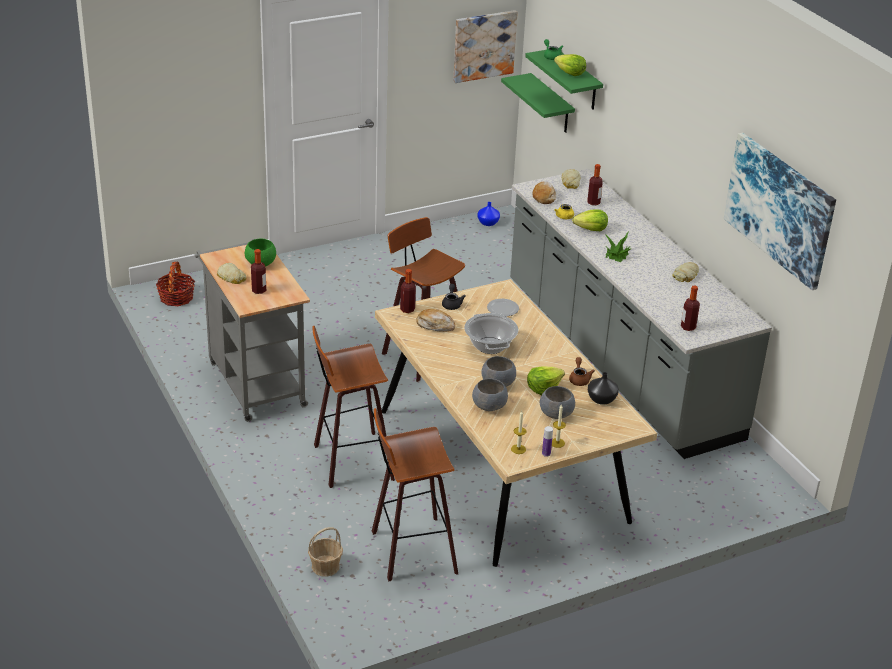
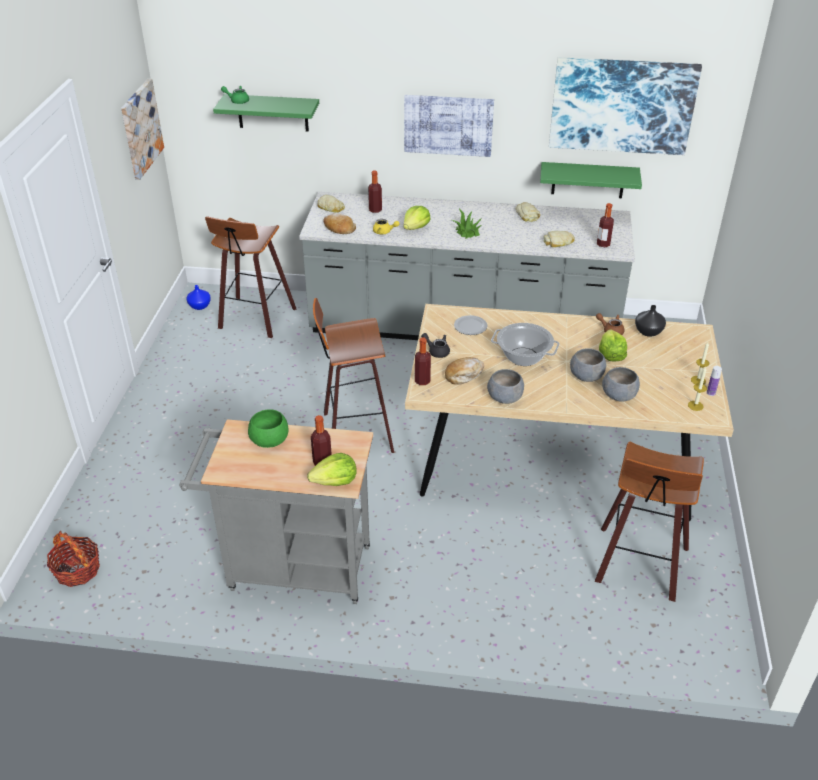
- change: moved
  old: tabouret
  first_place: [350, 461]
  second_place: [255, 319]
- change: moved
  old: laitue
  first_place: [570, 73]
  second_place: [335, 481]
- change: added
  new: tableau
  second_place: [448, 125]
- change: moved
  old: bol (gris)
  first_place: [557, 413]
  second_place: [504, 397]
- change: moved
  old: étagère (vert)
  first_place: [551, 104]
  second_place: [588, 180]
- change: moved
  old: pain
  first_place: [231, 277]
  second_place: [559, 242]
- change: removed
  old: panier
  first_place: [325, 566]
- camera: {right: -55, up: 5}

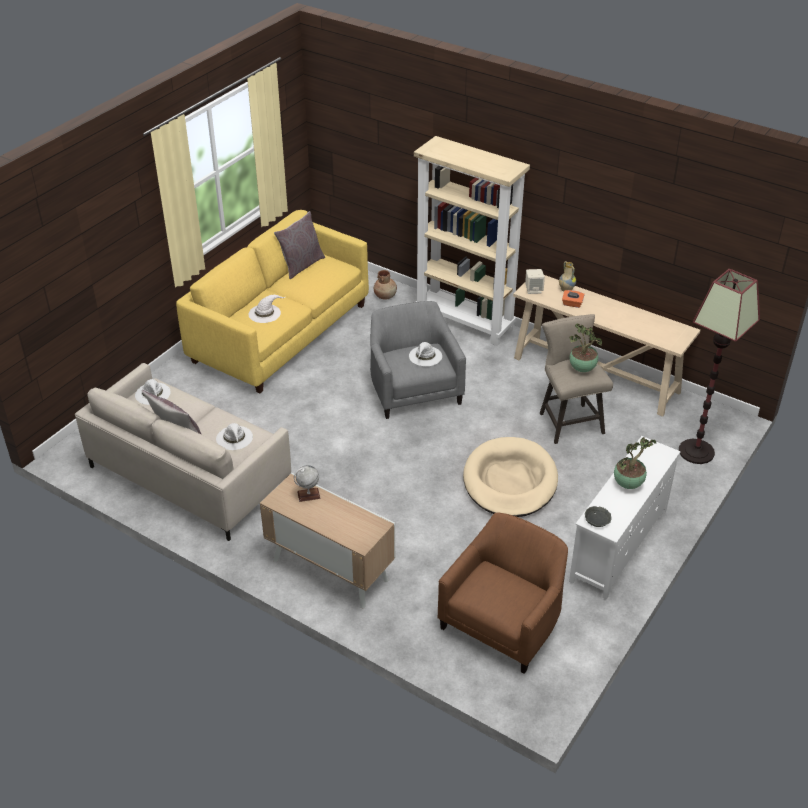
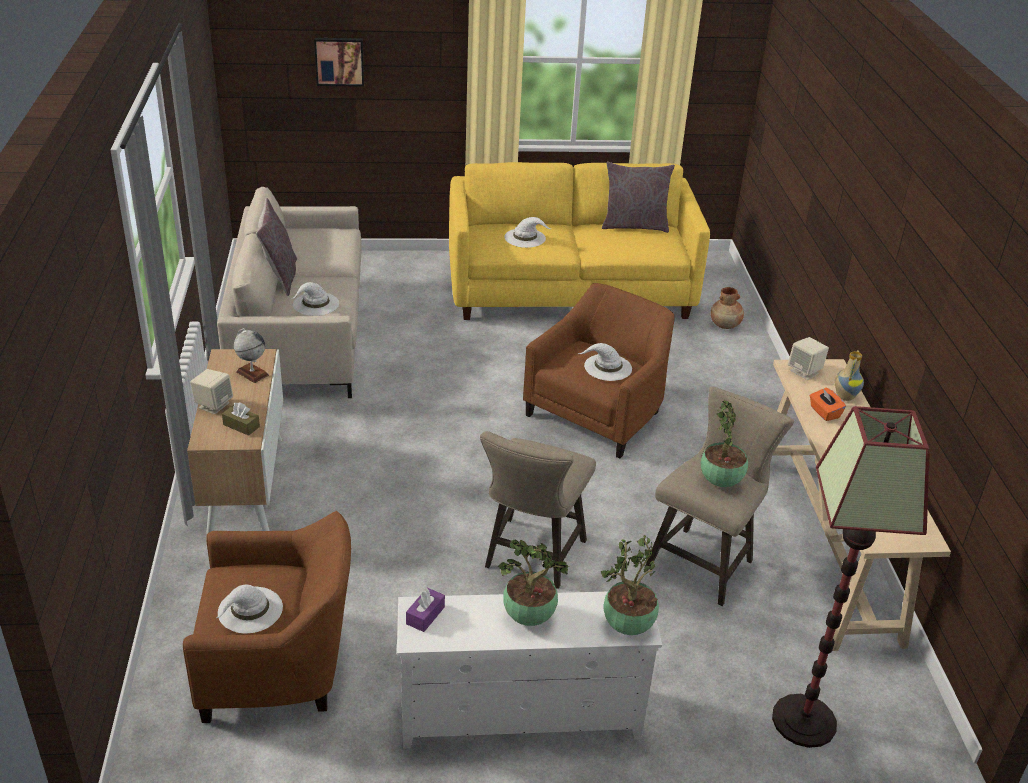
- change: added
  new: enceinte (beige)
  second_place: [213, 405]
- change: moved
  old: chapeau (blanc)
  first_place: [153, 394]
  second_place: [249, 610]
- change: added
  new: boîte à mouchoirs (marron)
  second_place: [241, 426]
- change: added
  new: tableau
  second_place: [339, 61]
- change: replaced
  old: bol (gris)
  new: boîte à mouchoirs (violet)
  first_place: [598, 519]
  second_place: [425, 615]
- change: replaced
  old: panier pour chien (beige)
  new: tabouret (beige)
  first_place: [510, 481]
  second_place: [531, 558]
- change: recoloured
  old: fauteuil (gris)
  new: fauteuil (marron)
  first_place: [413, 390]
  second_place: [598, 413]
- change: added
  new: plante en pot
  second_place: [627, 627]
- change: removed
  old: bibliothèque (beige)
  first_place: [465, 322]
- camera: {right: 50, up: -5}

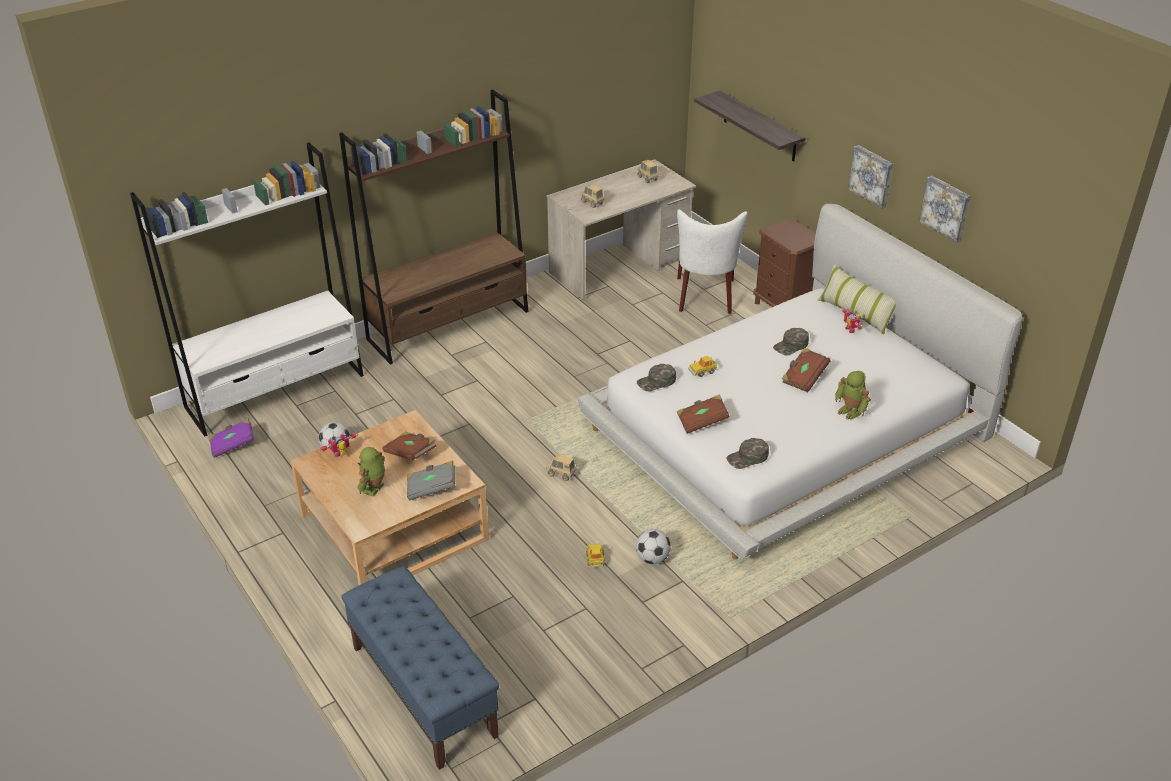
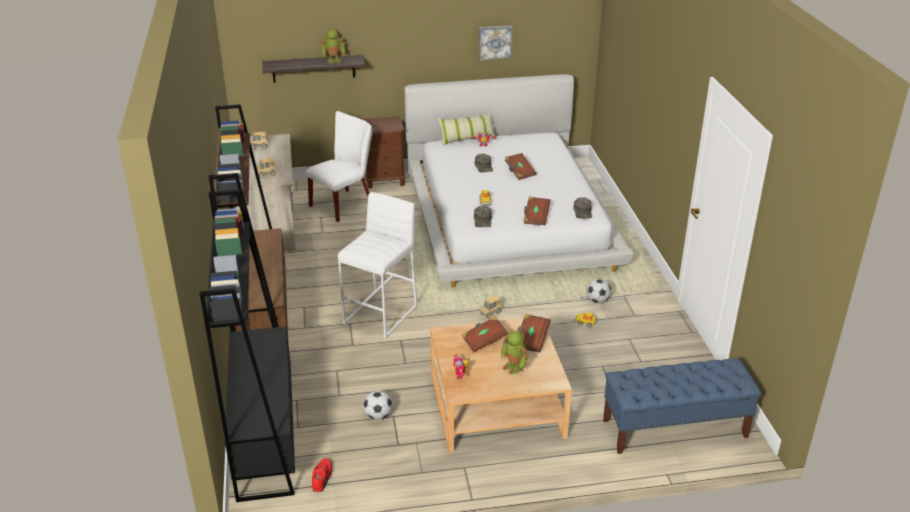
- change: recoloured
  old: bibliothèque (blanc)
  new: bibliothèque (noir)
  first_place: [276, 391]
  second_place: [265, 436]
- change: turned
  old: chaise (blanc)
  first_place: [705, 298]
  second_place: [345, 203]
  degrees: -75
- change: replaced
  old: livre (violet)
  new: chaussure (rouge)
  first_place: [233, 445]
  second_place: [322, 478]
- change: moved
  old: robot jouet
  first_place: [850, 411]
  second_place: [334, 60]
- change: added
  new: tabouret (blanc)
  second_place: [381, 314]
- change: recoloured
  old: livre (gris)
  new: livre (marron)
  first_place: [431, 488]
  second_place: [531, 340]
- change: removed
  old: tableau
  first_place: [872, 176]
- camera: {right: -65, up: -5}

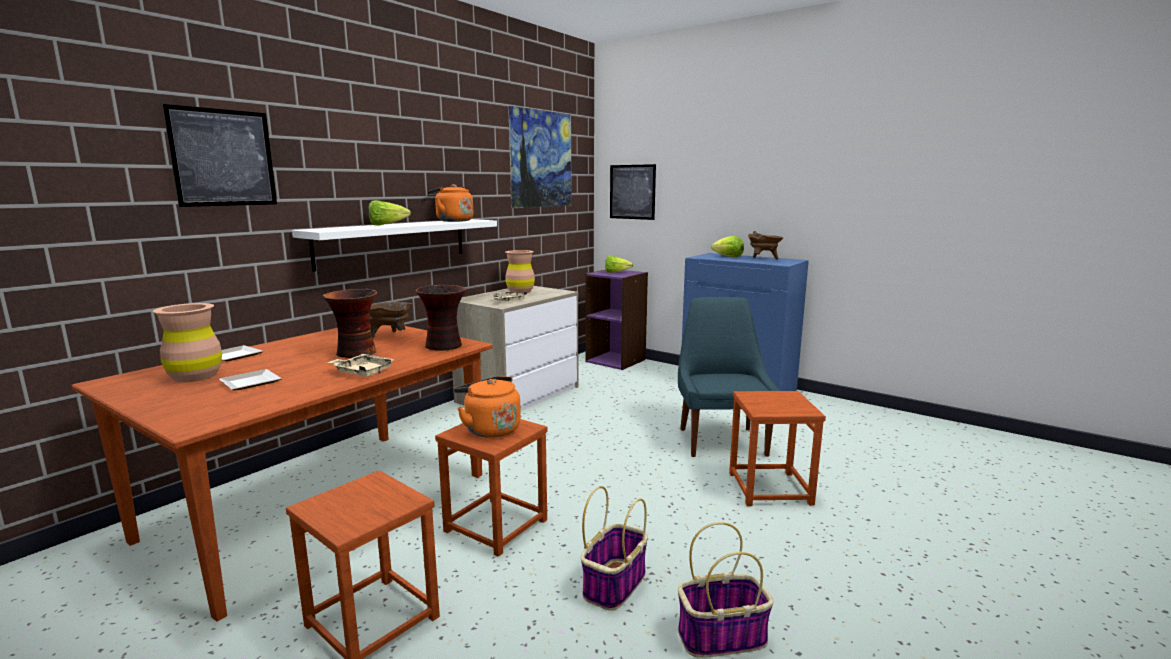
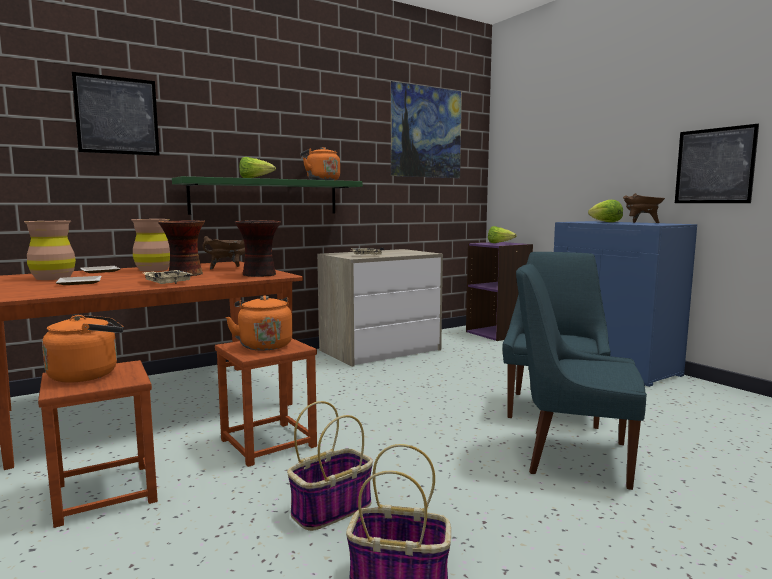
- change: added
  new: bouilloire (orange)
  second_place: [88, 375]
- change: moved
  old: vase (marron)
  first_place: [520, 291]
  second_place: [153, 269]
- change: recoloured
  old: étagère (blanc)
  new: étagère (vert)
  first_place: [393, 242]
  second_place: [266, 197]
- change: replaced
  old: tabouret (marron)
  new: chaise (bleu)
  first_place: [768, 488]
  second_place: [573, 457]
- change: moved
  old: tableau
  first_place: [632, 192]
  second_place: [714, 166]
- camera: {right: 20, up: -5}

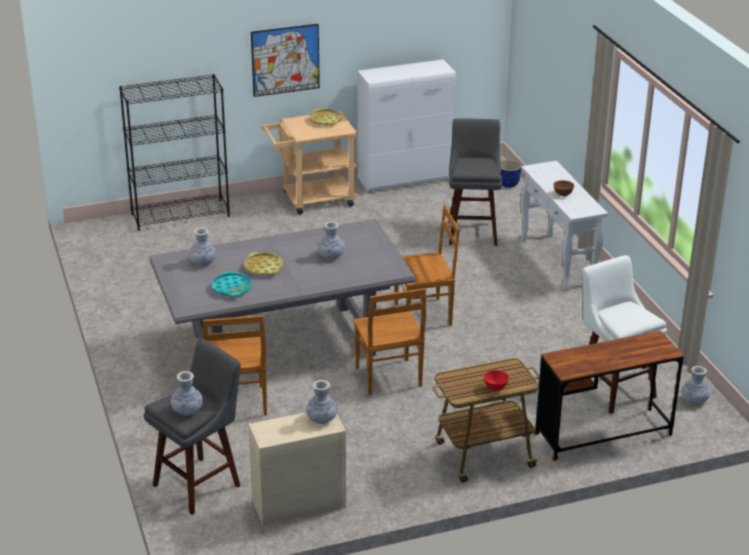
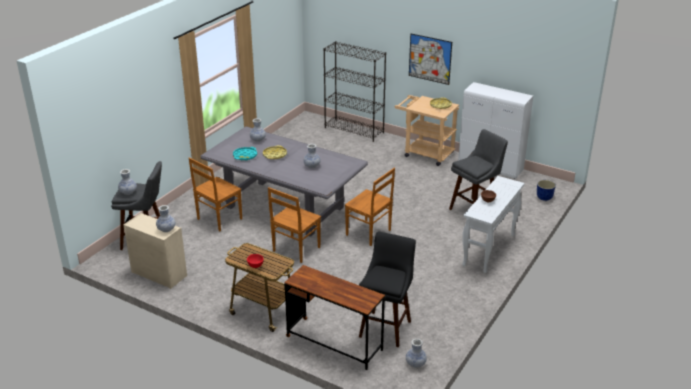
- change: recoloured
  old: tabouret (blanc)
  new: tabouret (noir)
  first_place: [613, 388]
  second_place: [386, 327]
- camera: {right: 50, up: 0}

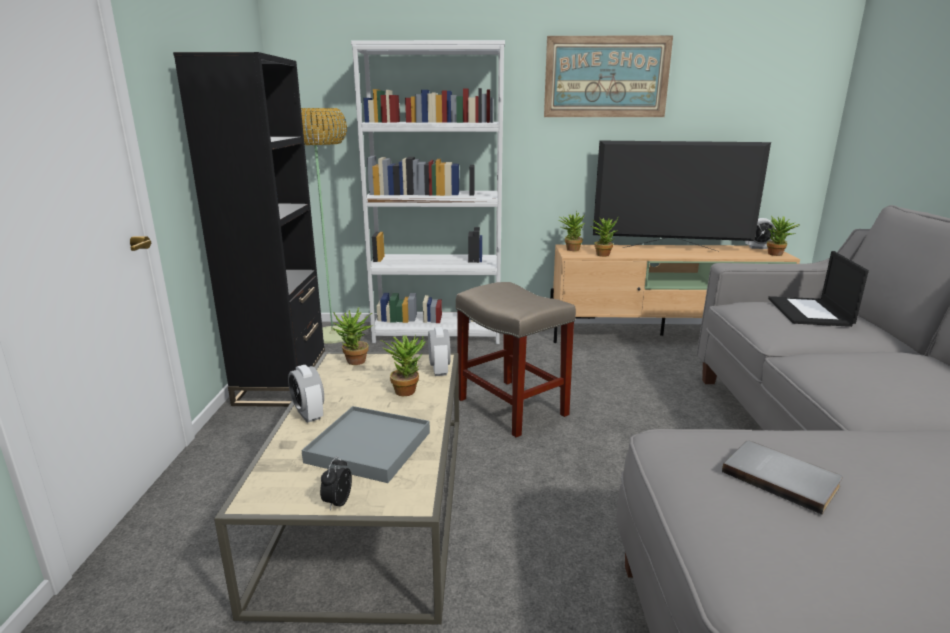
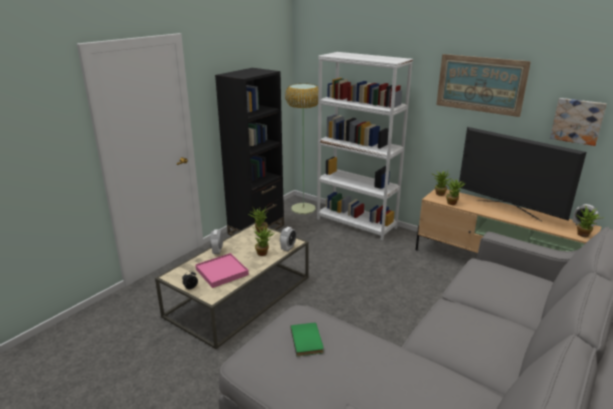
- change: recoloured
  old: plateau (gris)
  new: plateau (rose)
  first_place: [369, 447]
  second_place: [222, 272]
- change: recoloured
  old: livre (gris)
  new: livre (vert)
  first_place: [781, 477]
  second_place: [308, 340]
- change: added
  new: tableau
  second_place: [577, 121]
- change: removed
  old: tabouret (beige)
  first_place: [510, 406]
- change: removed
  old: ordinateur portable
  first_place: [810, 312]
- camera: {right: 35, up: 5}

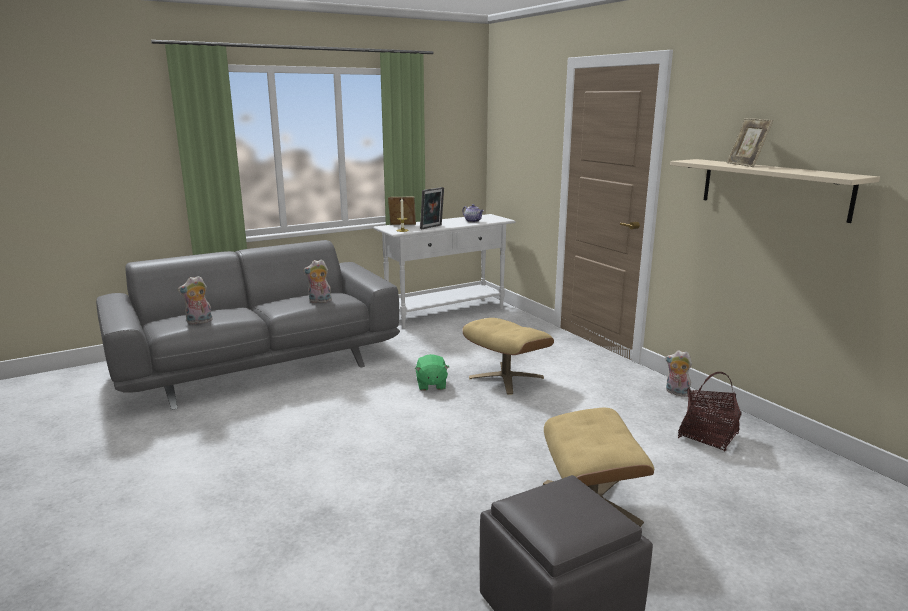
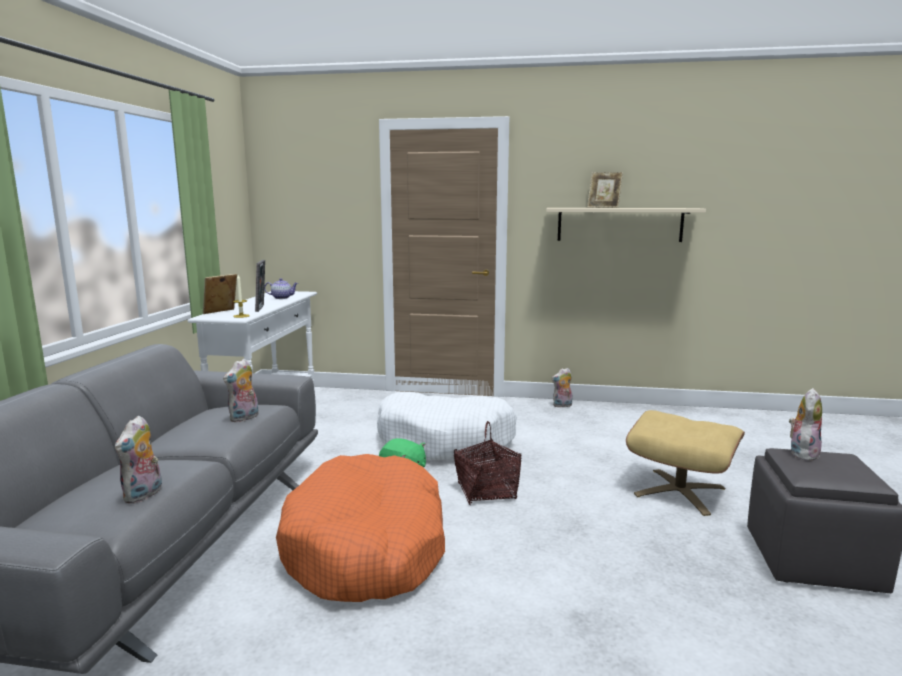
- change: added
  new: panier pour chien (orange)
  second_place: [367, 547]
- change: replaced
  old: pouf (beige)
  new: panier pour chien (blanc)
  first_place: [505, 377]
  second_place: [445, 441]
- change: moved
  old: panier
  first_place: [708, 436]
  second_place: [486, 491]
- change: added
  new: peluche
  second_place: [802, 453]
- camera: {right: -50, up: -5}

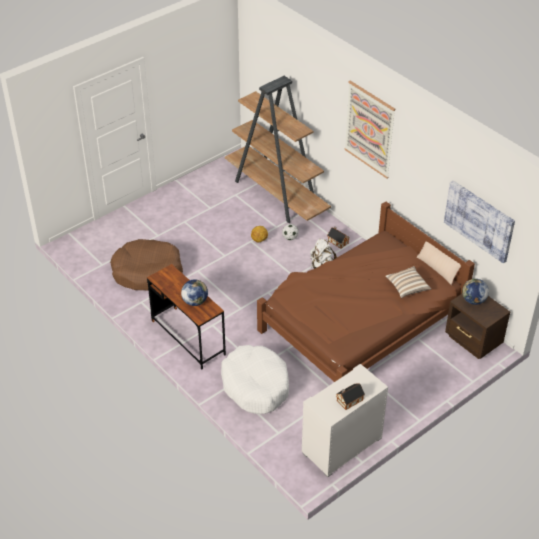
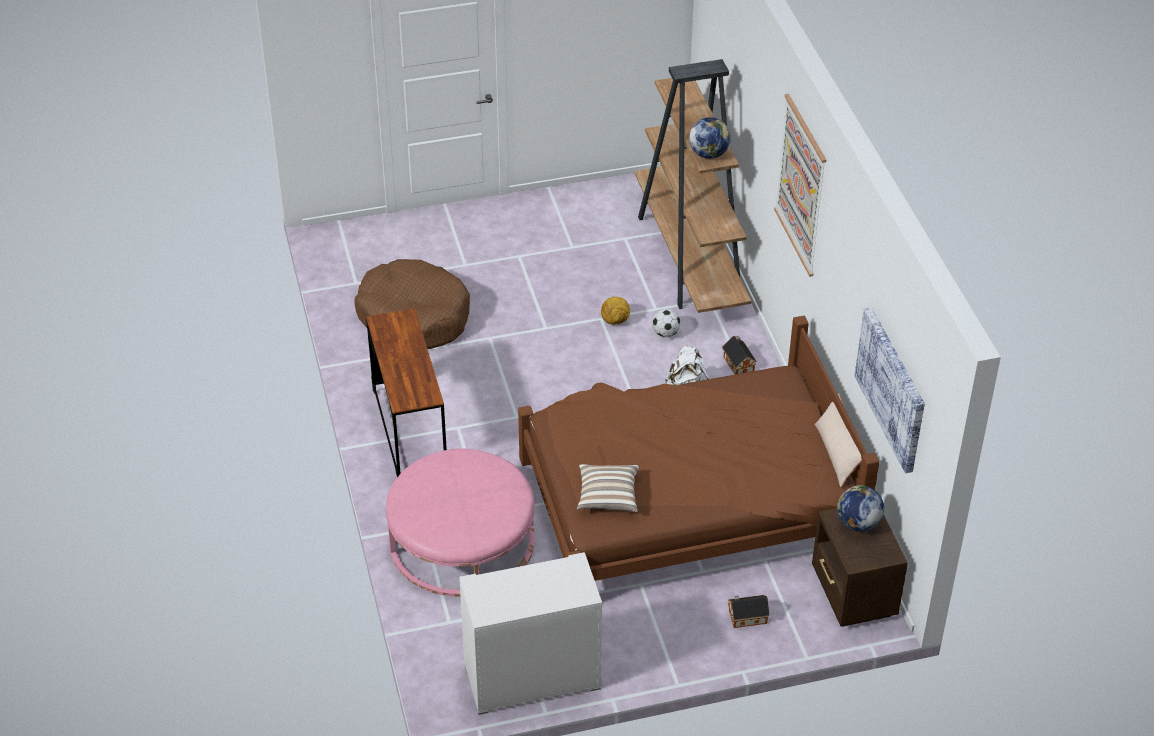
- change: replaced
  old: panier pour chien (blanc)
  new: pouf (rose)
  first_place: [255, 385]
  second_place: [462, 540]
- change: moved
  old: coussin
  first_place: [407, 287]
  second_place: [608, 496]
- change: moved
  old: globe
  first_place: [195, 301]
  second_place: [708, 154]
- change: moved
  old: maison miniature
  first_place: [348, 400]
  second_place: [746, 617]
- camera: {right: 25, up: 0}

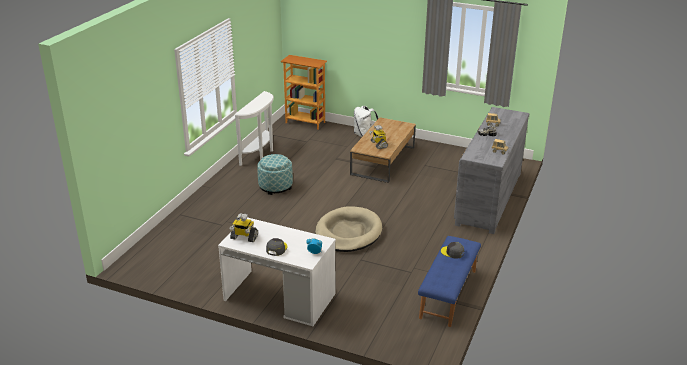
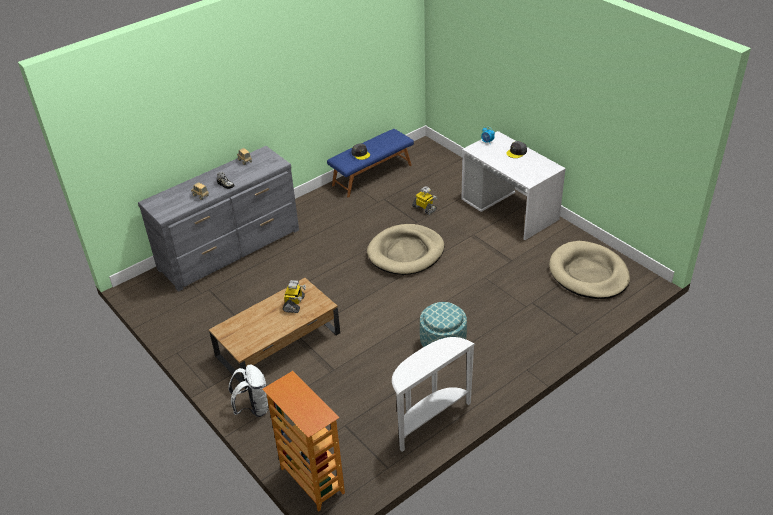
- change: moved
  old: robot jouet
  first_place: [244, 237]
  second_place: [425, 208]
- change: added
  new: panier pour chien (beige)
  second_place: [588, 273]
- camera: {right: -150, up: 10}

